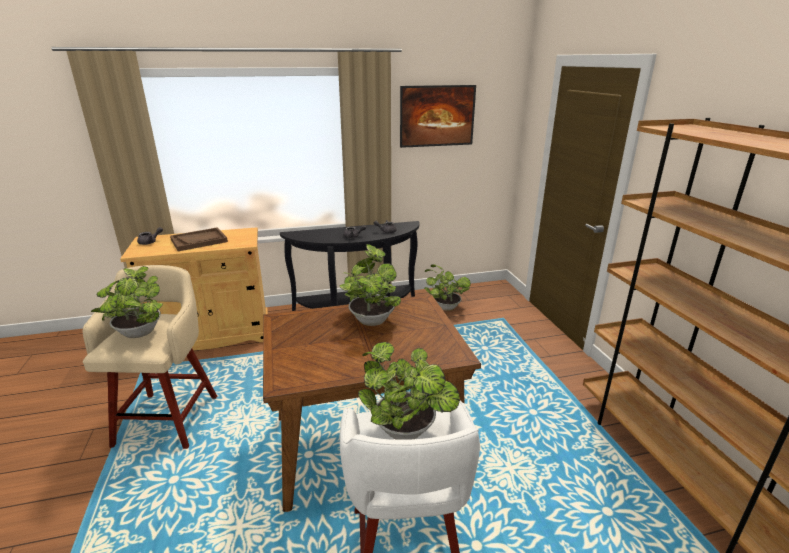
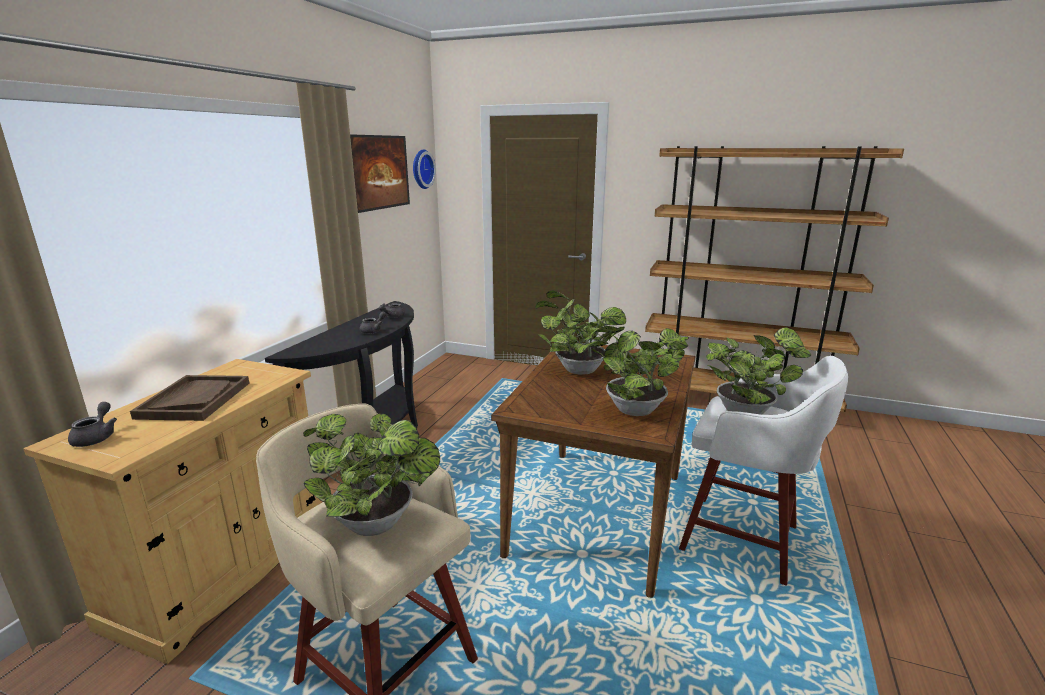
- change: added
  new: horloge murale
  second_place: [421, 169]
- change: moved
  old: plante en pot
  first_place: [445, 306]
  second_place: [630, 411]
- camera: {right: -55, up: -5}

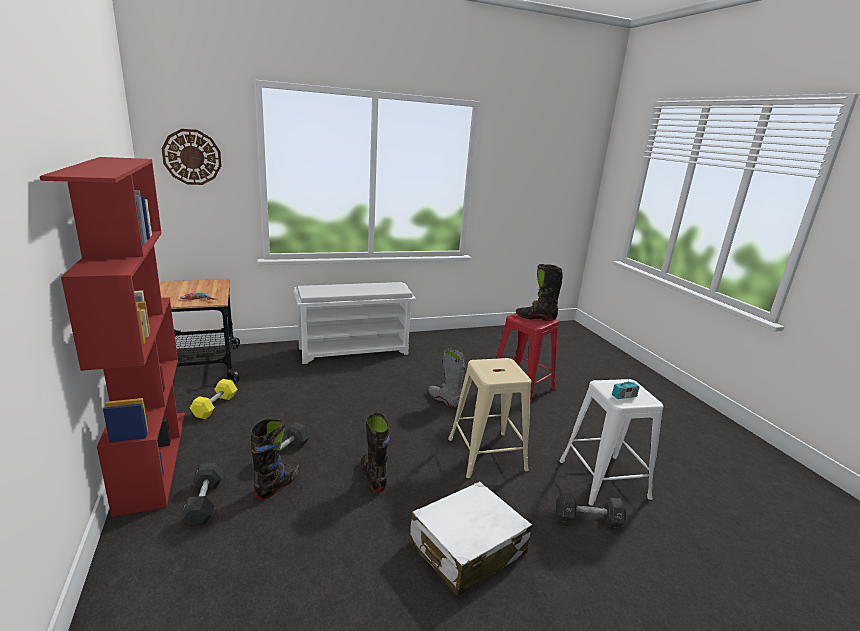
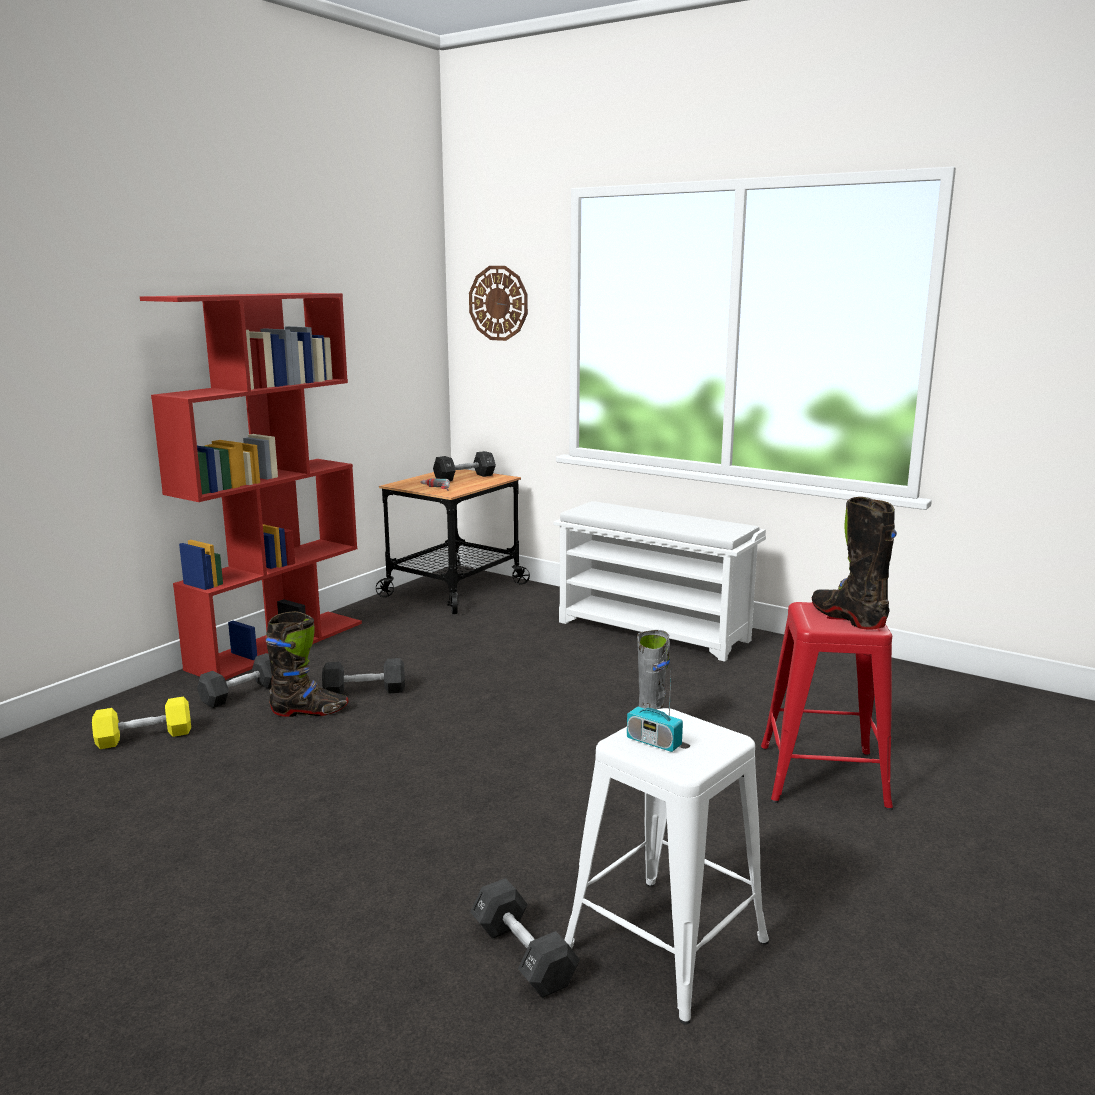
- change: moved
  old: haltère (jaune)
  first_place: [215, 406]
  second_place: [144, 737]
- change: added
  new: haltère (noir)
  second_place: [464, 477]
- change: removed
  old: botte (noir)
  first_place: [373, 477]
- change: removed
  old: valise (blanc)
  first_place: [467, 548]
- change: removed
  old: tabouret (beige)
  first_place: [487, 454]
- camera: {right: 55, up: -5}

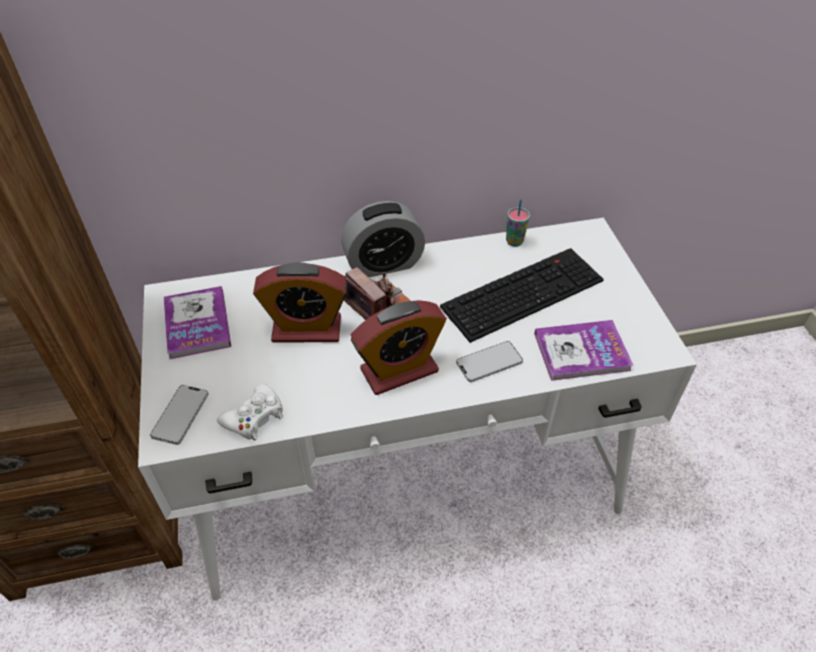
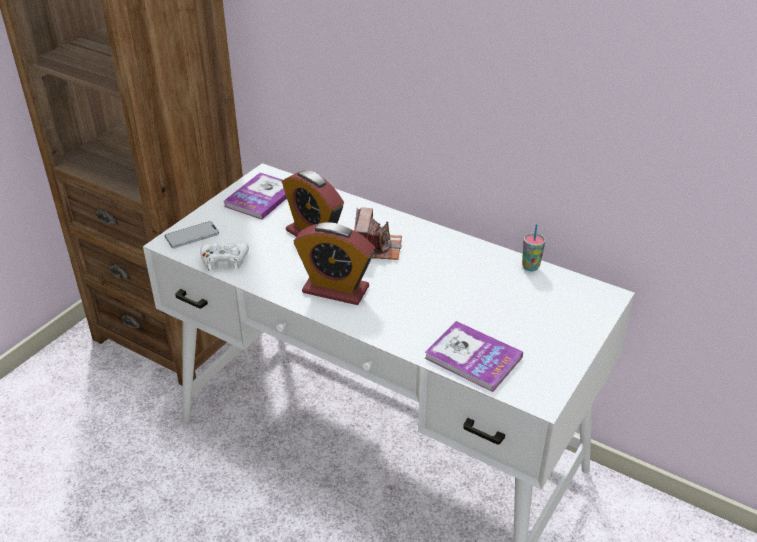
- change: removed
  old: réveil
  first_place: [383, 264]
- change: removed
  old: clavier
  first_place: [522, 292]
- change: removed
  old: téléphone
  first_place: [489, 362]
- camera: {right: 45, up: -10}

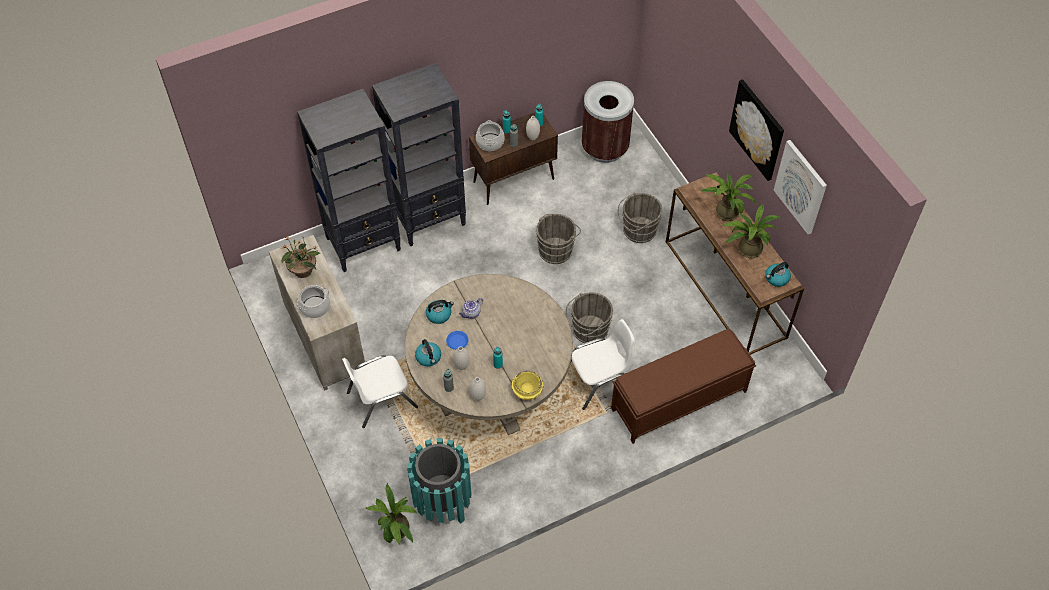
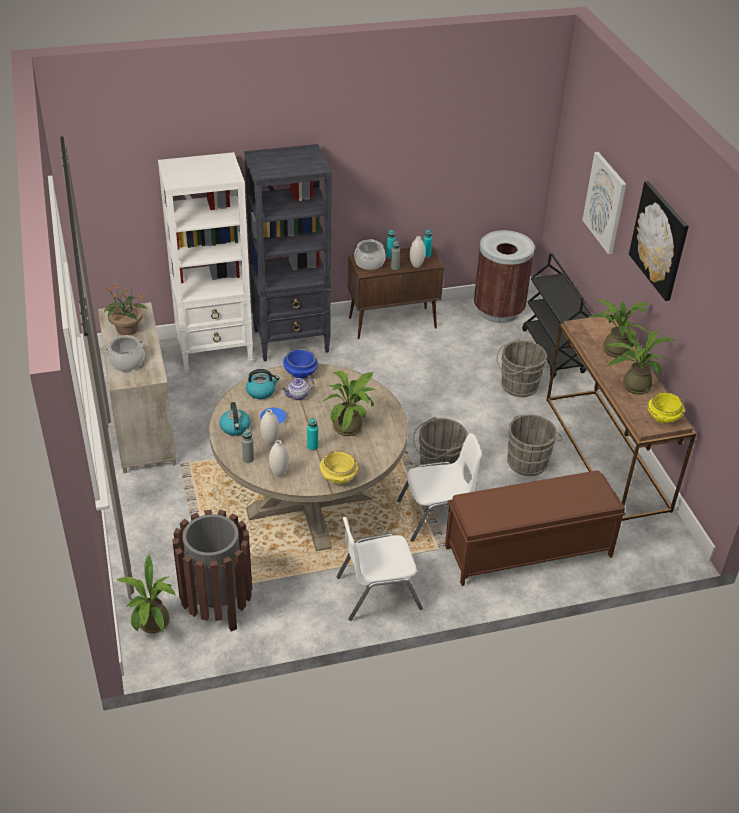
- change: recoloured
  old: bibliothèque (noir)
  new: bibliothèque (blanc)
  first_place: [364, 244]
  second_place: [215, 352]
- change: recoloured
  old: poubelle (turquoise)
  new: poubelle (marron)
  first_place: [443, 502]
  second_place: [217, 605]
- change: added
  new: bol (bleu)
  second_place: [300, 373]
- change: added
  new: plante en pot
  second_place: [351, 426]
- change: moved
  old: chaise (blanc)
  first_place: [381, 399]
  second_place: [378, 592]
- change: moved
  old: seau (gris)
  first_place: [556, 249]
  second_place: [529, 461]
- change: added
  new: chariot (noir)
  second_place: [553, 352]
- change: moved
  old: tableau
  first_place: [801, 186]
  second_place: [605, 202]
- change: replaced
  old: bouilloire
  new: bol (jaune)
  first_place: [776, 278]
  second_place: [663, 417]
- camera: {right: 10, up: -15}

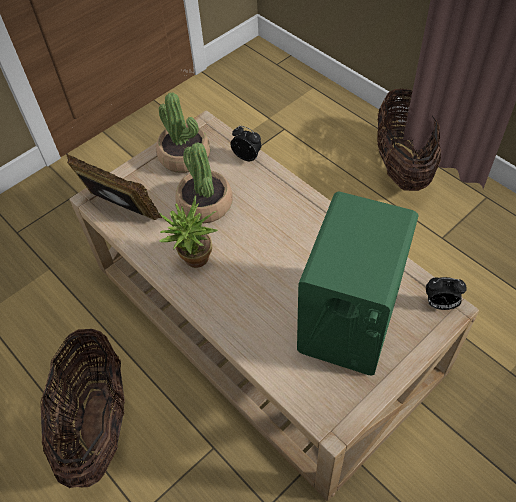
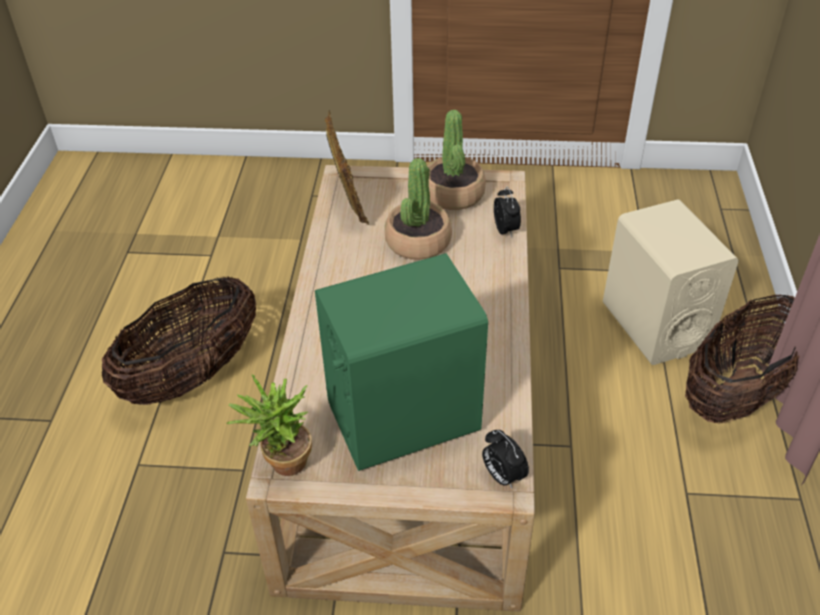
- change: moved
  old: plante en pot
  first_place: [194, 262]
  second_place: [281, 464]
- change: added
  new: enceinte (beige)
  second_place: [654, 324]
- camera: {right: 45, up: -10}

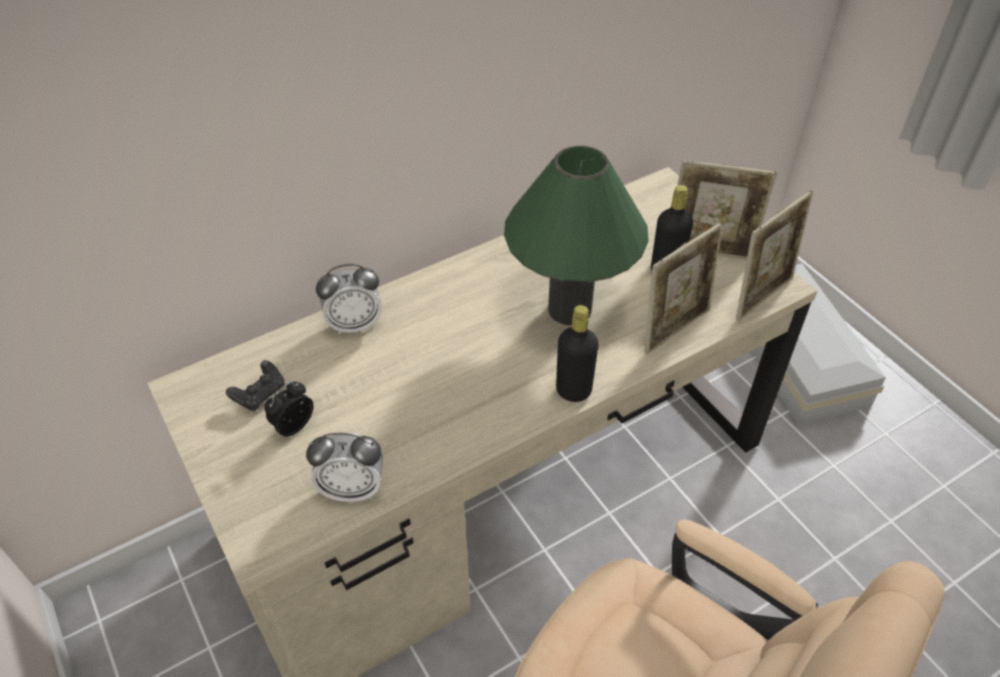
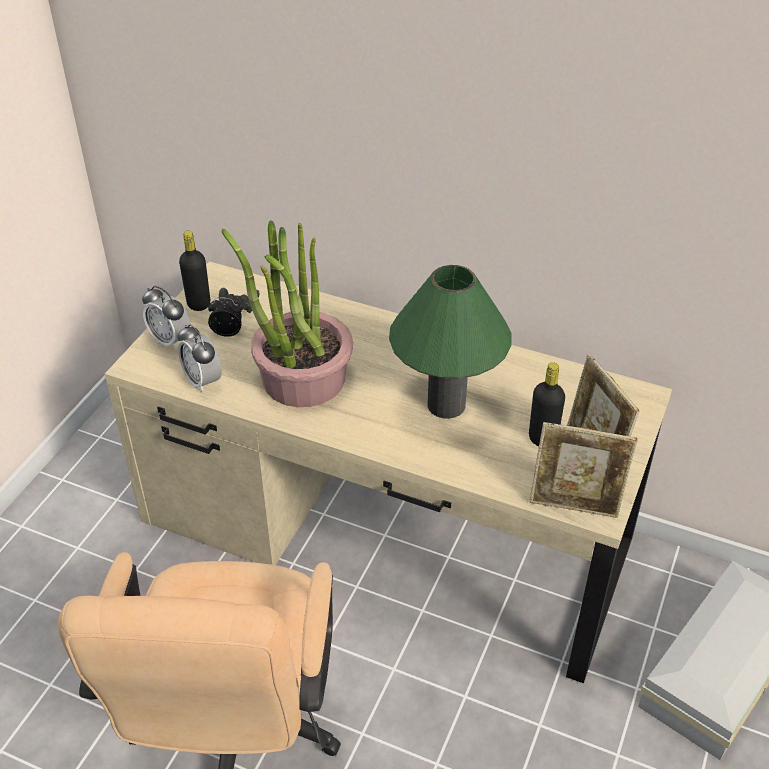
- change: moved
  old: réveil
  first_place: [354, 324]
  second_place: [170, 340]
- change: moved
  old: bouteille (noir)
  first_place: [573, 390]
  second_place: [198, 304]
- change: added
  new: plante en pot
  second_place: [302, 378]
- change: removed
  old: cadre photo
  first_place: [675, 328]
- camera: {right: 55, up: -5}

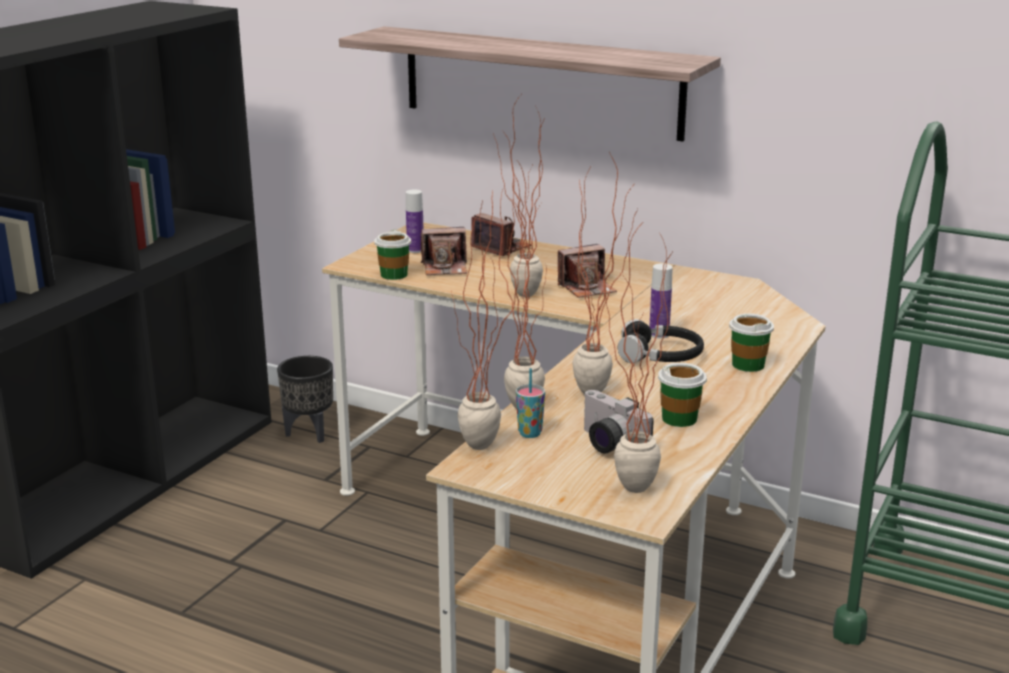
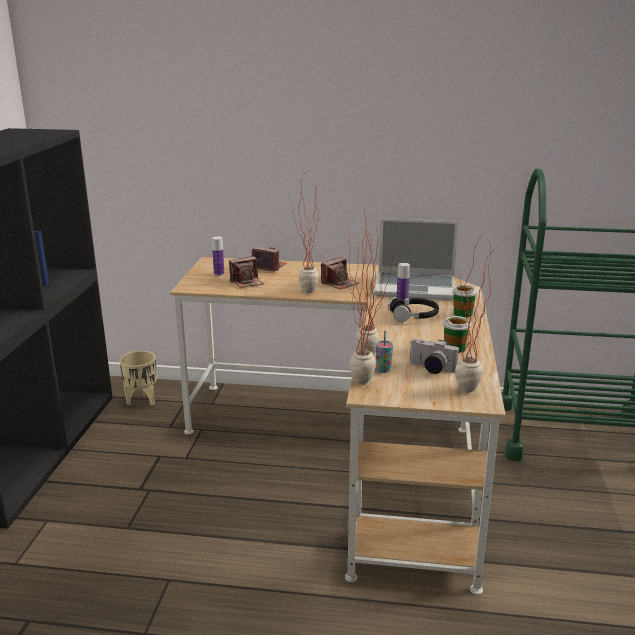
- change: recoloured
  old: cache-pot (noir)
  new: cache-pot (beige)
  first_place: [310, 433]
  second_place: [142, 400]
- change: added
  new: ordinateur portable
  second_place: [416, 287]
- change: removed
  old: étagère
  first_place: [540, 82]
- change: removed
  old: tasse
  first_place: [394, 275]
- change: removed
  old: plante en pot
  first_place: [603, 392]
- camera: {right: -20, up: 0}

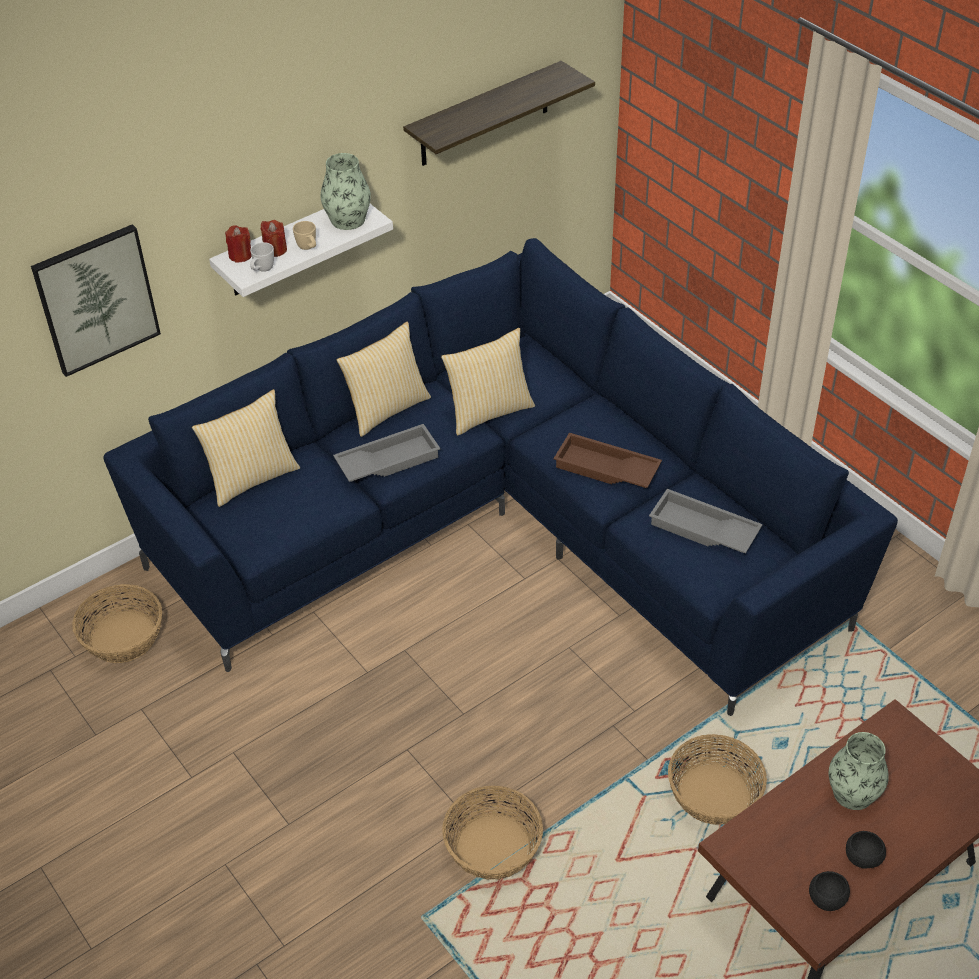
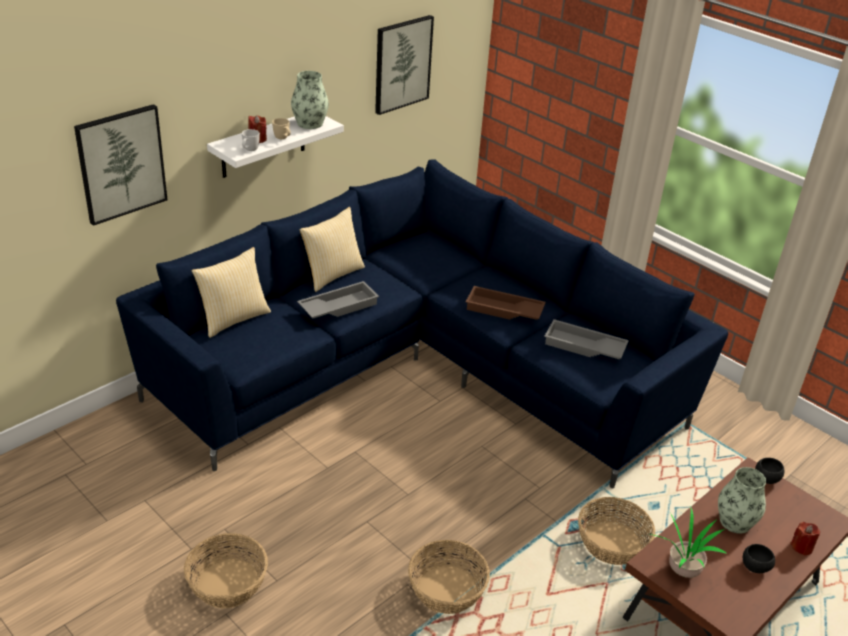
- change: moved
  old: panier
  first_place: [124, 637]
  second_place: [228, 583]
- change: replaced
  old: étagère
  new: tableau
  first_place: [484, 115]
  second_place: [402, 64]
- change: added
  new: plante en pot
  second_place: [682, 569]
- change: moved
  old: bol (noir)
  first_place: [827, 899]
  second_place: [766, 479]
- change: moved
  old: bougie (rouge)
  first_place: [240, 255]
  second_place: [801, 547]
- change: removed
  old: coussin
  first_place: [488, 411]
- camera: {right: -10, up: -10}

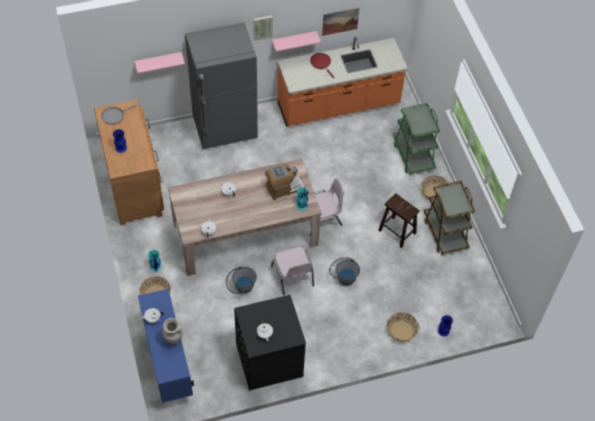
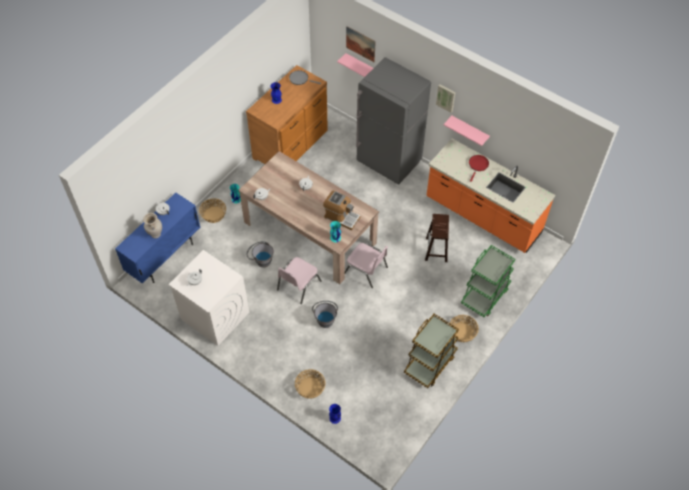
- change: recoloured
  old: lave-linge (noir)
  new: lave-linge (blanc)
  first_place: [269, 360]
  second_place: [214, 315]
- change: moved
  old: tableau
  first_place: [340, 21]
  second_place: [360, 44]
- change: moved
  old: tabouret (marron)
  first_place: [397, 232]
  second_place: [436, 250]
- camera: {right: 55, up: 0}

